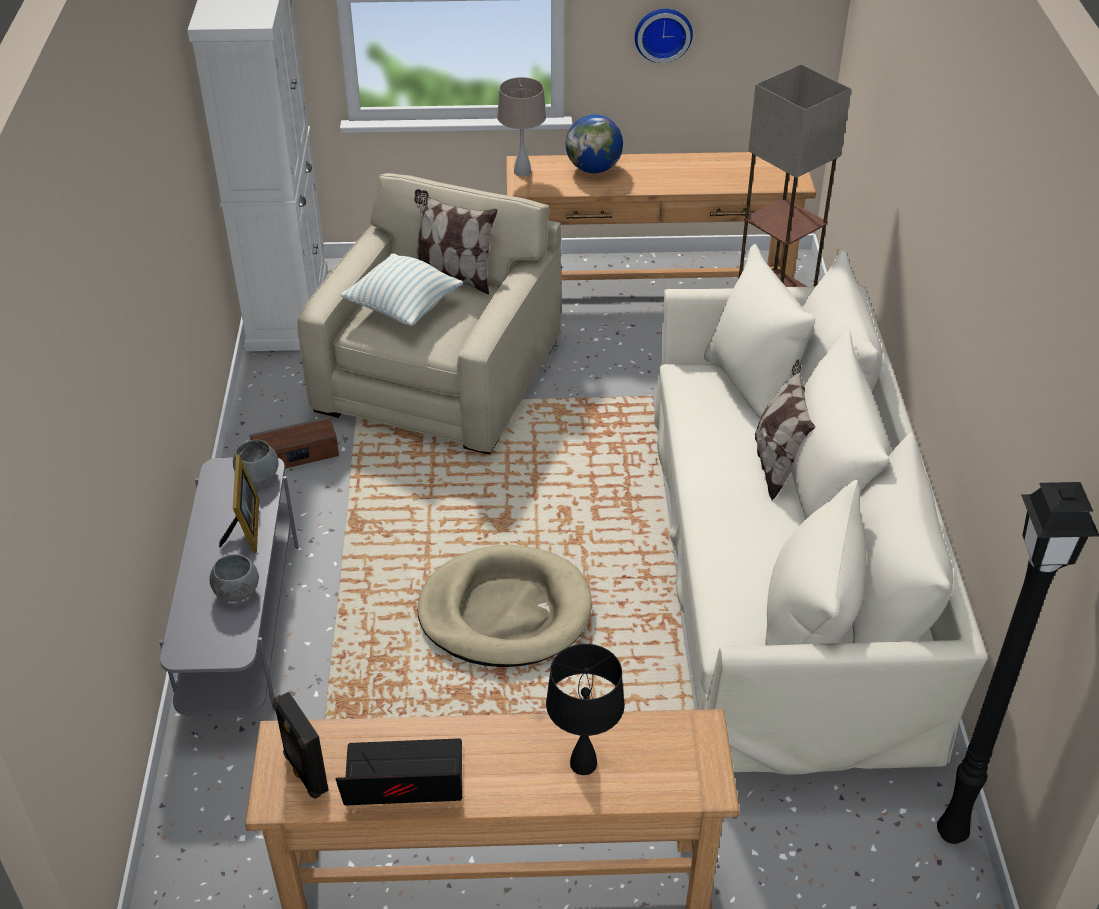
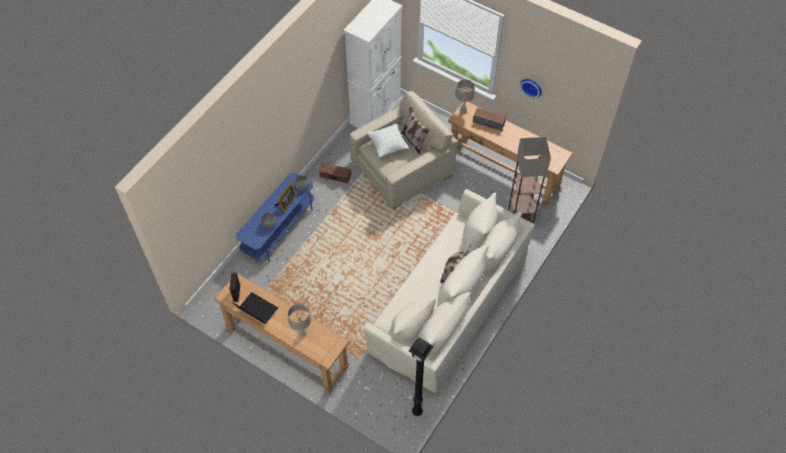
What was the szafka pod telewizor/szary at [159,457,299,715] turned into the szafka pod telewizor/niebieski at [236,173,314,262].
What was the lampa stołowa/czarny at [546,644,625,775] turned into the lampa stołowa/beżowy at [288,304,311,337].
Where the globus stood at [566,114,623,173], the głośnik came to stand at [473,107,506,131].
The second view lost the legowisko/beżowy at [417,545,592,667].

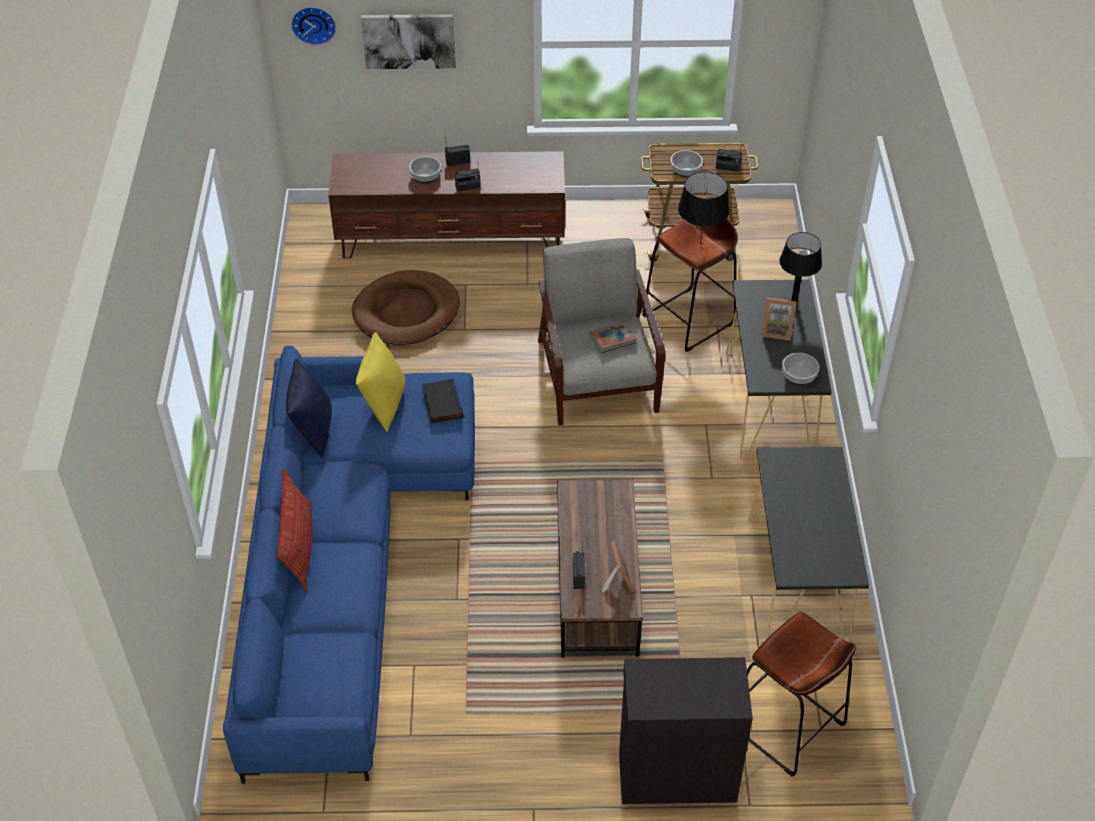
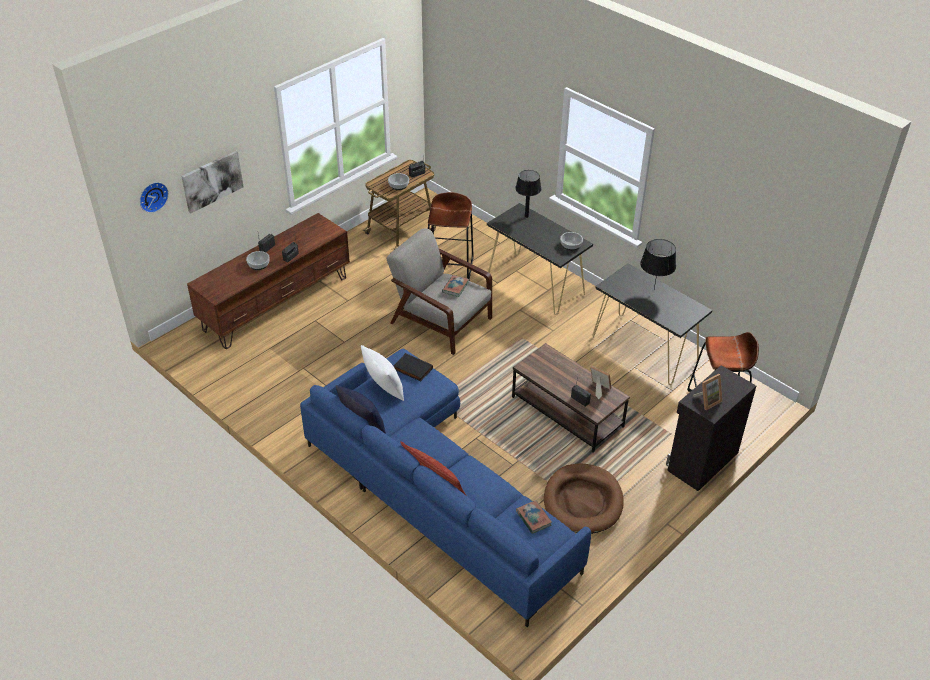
What was the poduszka/żółty at [356,332,405,432] turned into the poduszka/biały at [361,345,404,401].
The second view gained the książka at [516,500,552,534].
The legowisko/brązowy ended up elsewhere, having gone from [352,270,460,345] to [544,463,624,534].
The lampa stołowa/czarny ended up elsewhere, having gone from [678,171,730,245] to [640,239,676,289].
The ramka na zdjęcie ended up elsewhere, having gone from [761,298,797,341] to [693,374,723,410].

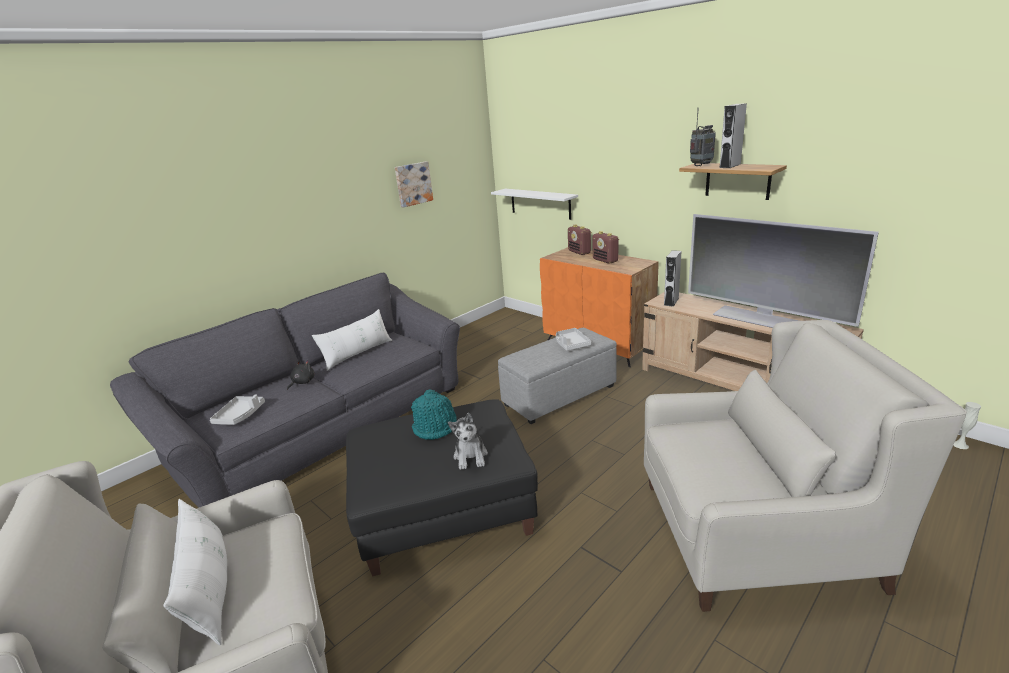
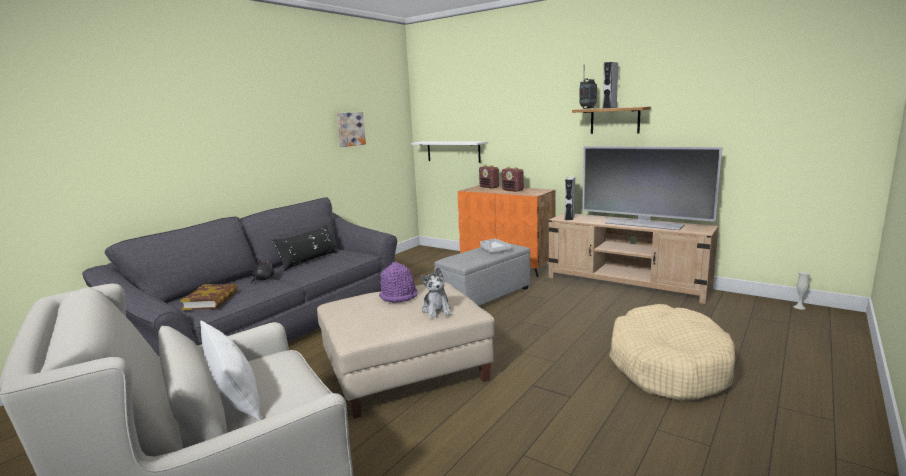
Where the taca/szary stood at [210,395,265,425], the książka came to stand at [180,284,238,310].
What was the poduszka/biały at [312,309,392,371] turned into the poduszka/czarny at [271,224,337,271].
What was the pufa/czarny at [346,399,538,577] turned into the pufa/beżowy at [317,282,495,419].
What was the kapelusz/turkusowy at [411,389,457,440] turned into the kapelusz/fioletowy at [379,262,418,303].
Where the fotel/biały stood at [644,320,967,612], the legowisko/beżowy came to stand at [609,304,735,401].

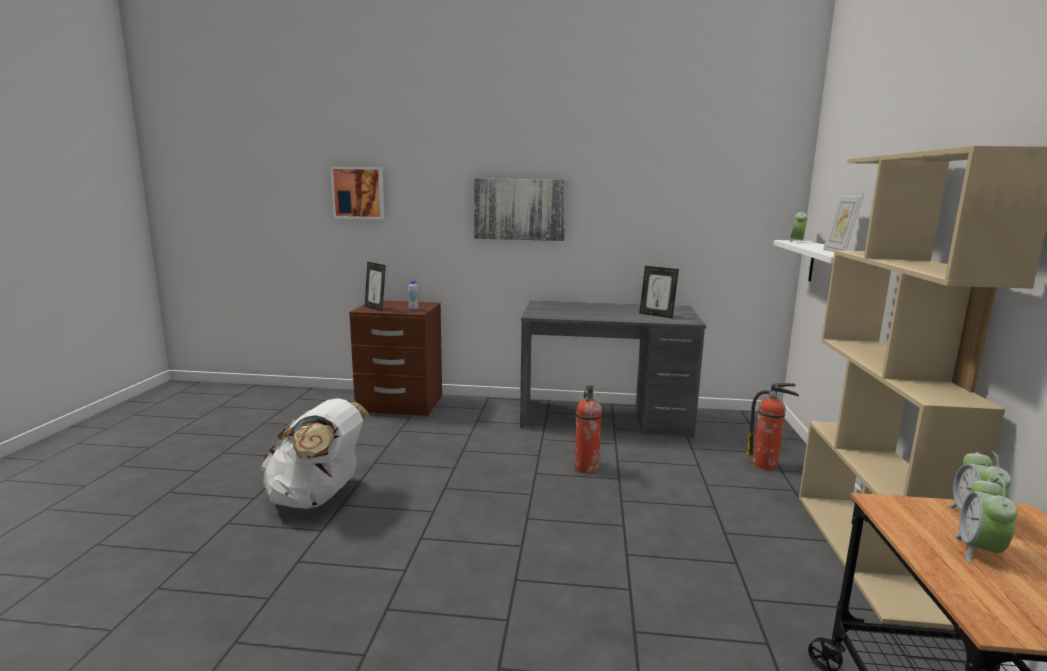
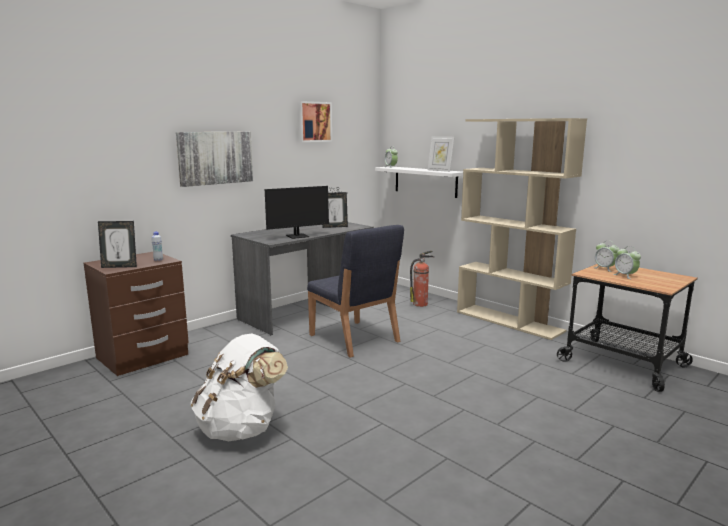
The second view gained the monitor at [265,186,341,239].
The obraz ended up elsewhere, having gone from [330,167,385,219] to [298,101,332,142].
Where the gaśnica stood at [574,385,602,473], the krzesło/niebieski came to stand at [307,225,404,358].

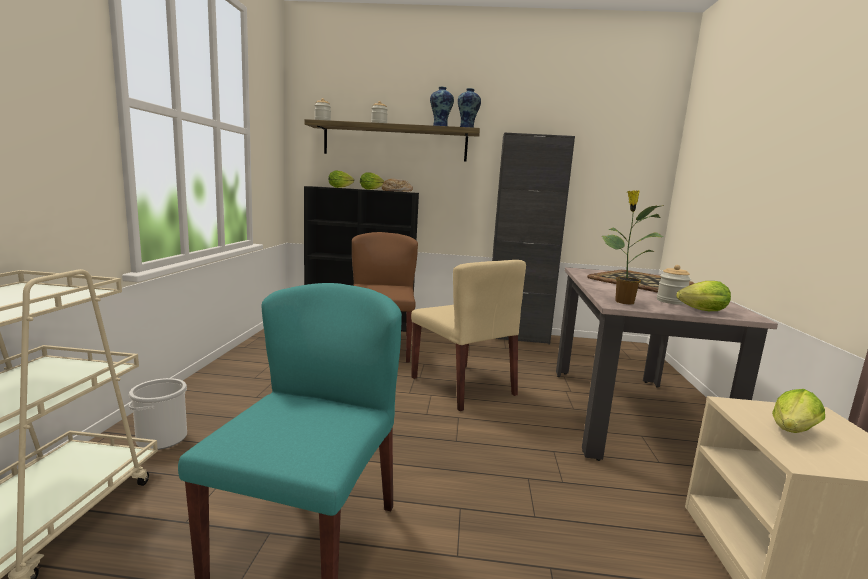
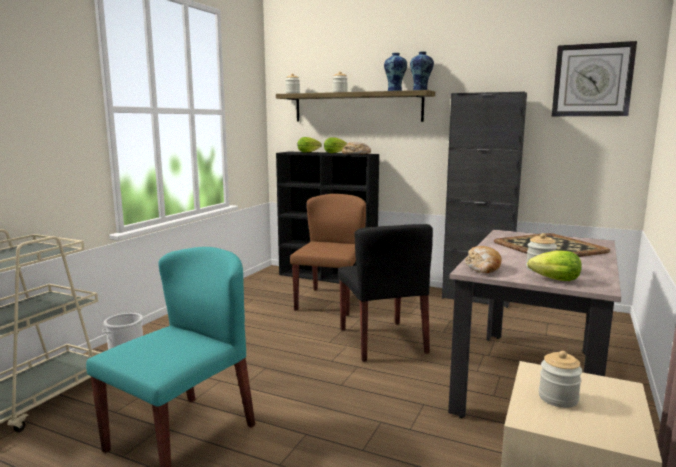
What was the krzesło/beżowy at [411,260,526,411] turned into the krzesło/czarny at [338,224,433,362].
Where the roślina doniczkowa stood at [602,190,664,305], the chleb came to stand at [465,246,501,273].
Where the sałata stood at [772,389,825,433], the słoik came to stand at [539,351,583,408].
The second view gained the zegar ścienny at [552,41,637,116].

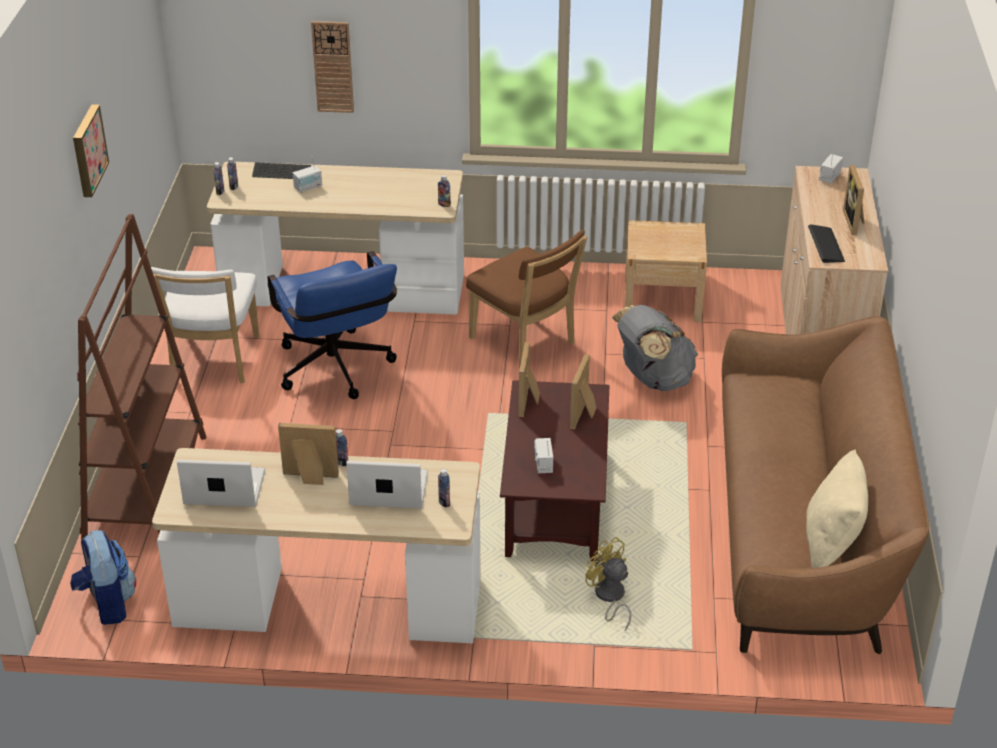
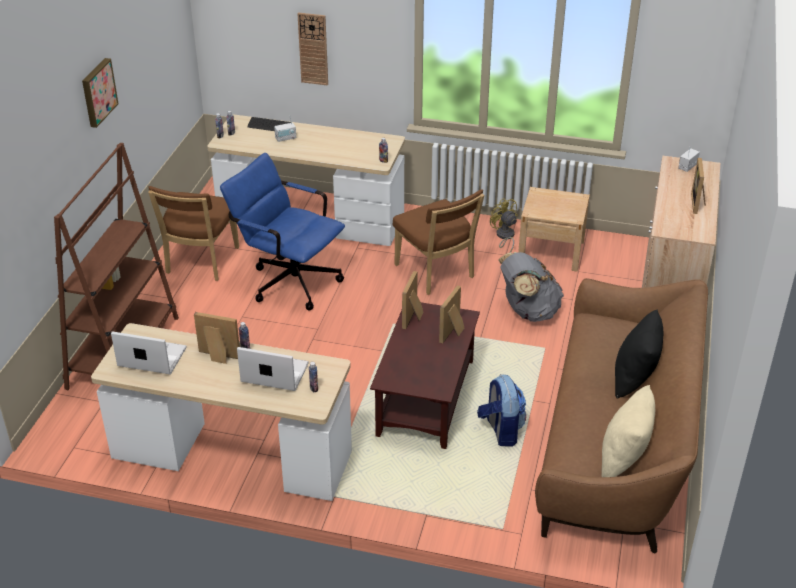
What was the krzesło/biały at [151,267,259,383] turned into the krzesło/brązowy at [148,186,239,281].
The krzesło biurowe/niebieski at [268,251,397,399] ended up facing another way, 135 degrees clockwise from before.
The plecak ended up elsewhere, having gone from [70,530,136,625] to [477,375,526,446].
The wentylator/żółty ended up elsewhere, having gone from [585,537,631,631] to [490,198,518,253].
The second view gained the poduszka/czarny at [615,310,663,398].
The second view lost the radio at [534,438,553,473].
The second view lost the klawiatura at [808,224,845,263].

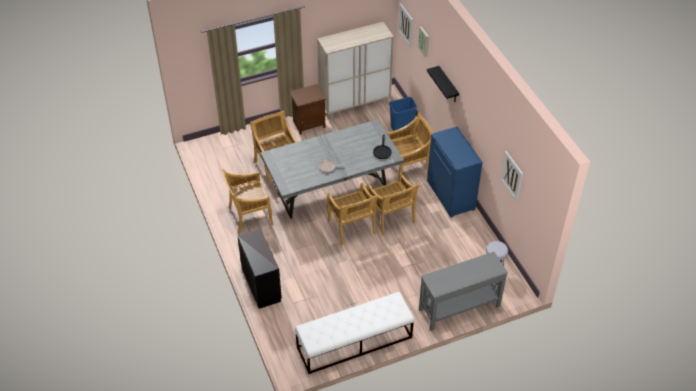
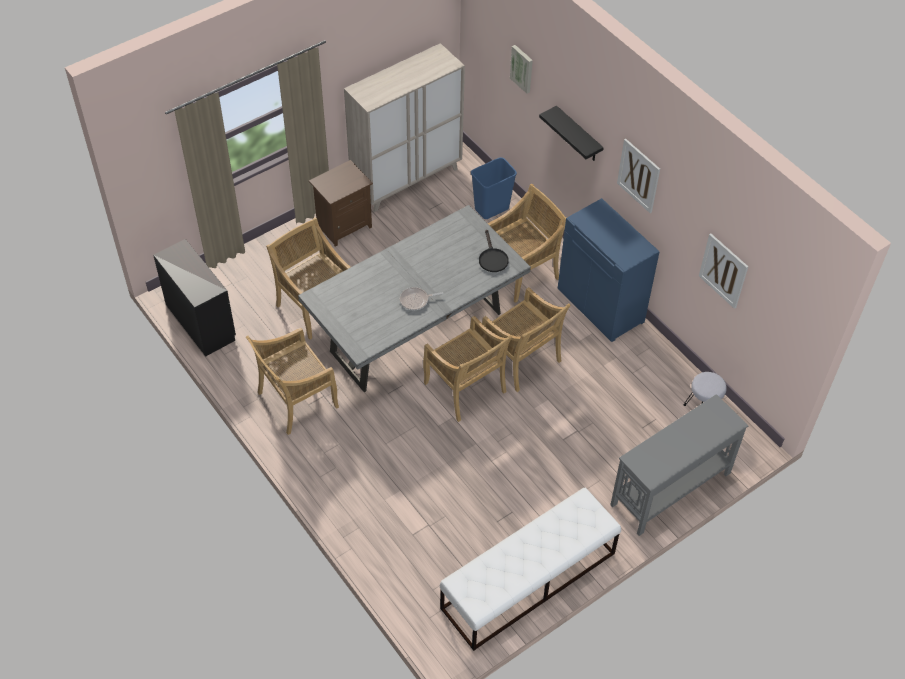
The komoda/czarny ended up elsewhere, having gone from [237,228,282,309] to [153,239,236,357].
The obraz ended up elsewhere, having gone from [398,3,413,48] to [617,139,660,213].

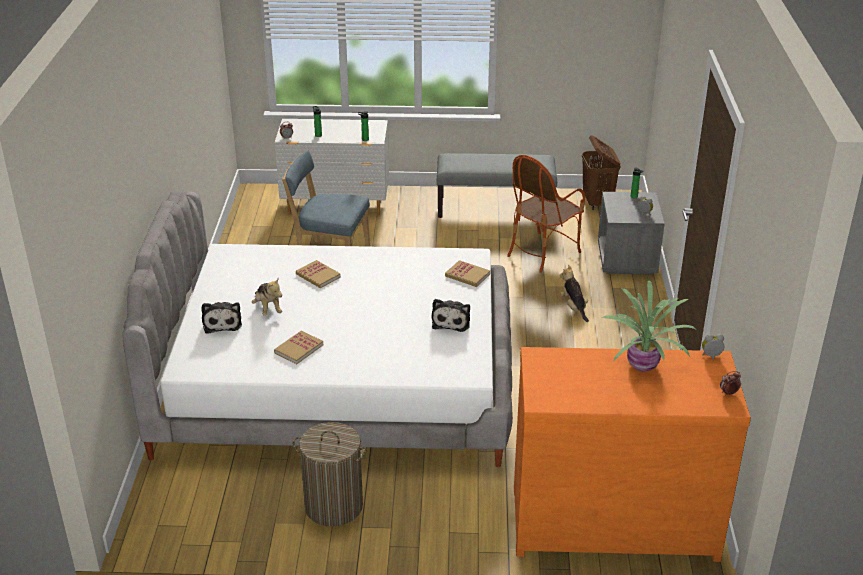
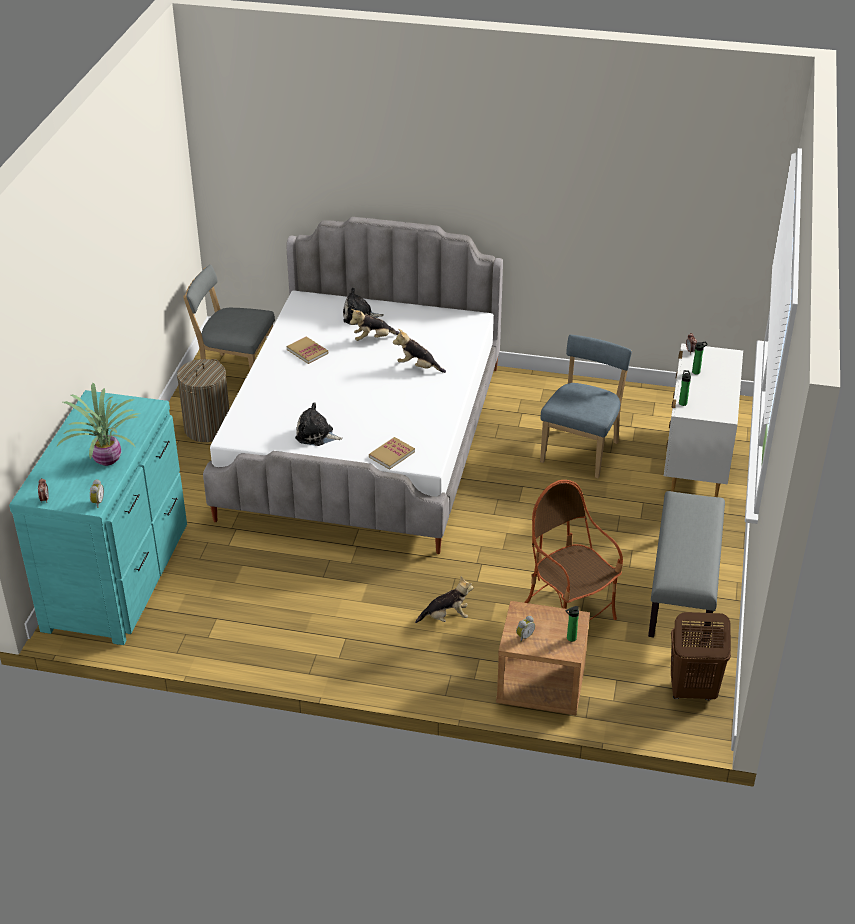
What was the komoda/pomarańczowy at [514,347,751,562] turned into the komoda/turkusowy at [9,390,187,645].
The second view gained the krzesło/szary at [183,265,275,369].
Where the książka stood at [296,260,341,288], the pluszak came to stand at [393,329,446,373].
What was the szafka nocna/szary at [598,192,665,274] turned into the szafka nocna/brązowy at [496,601,590,715].

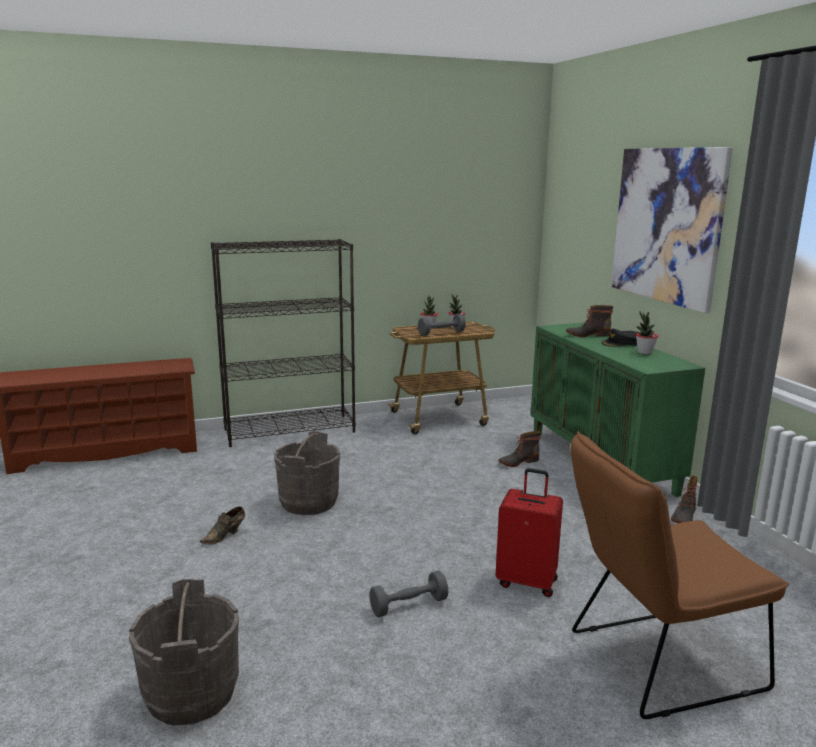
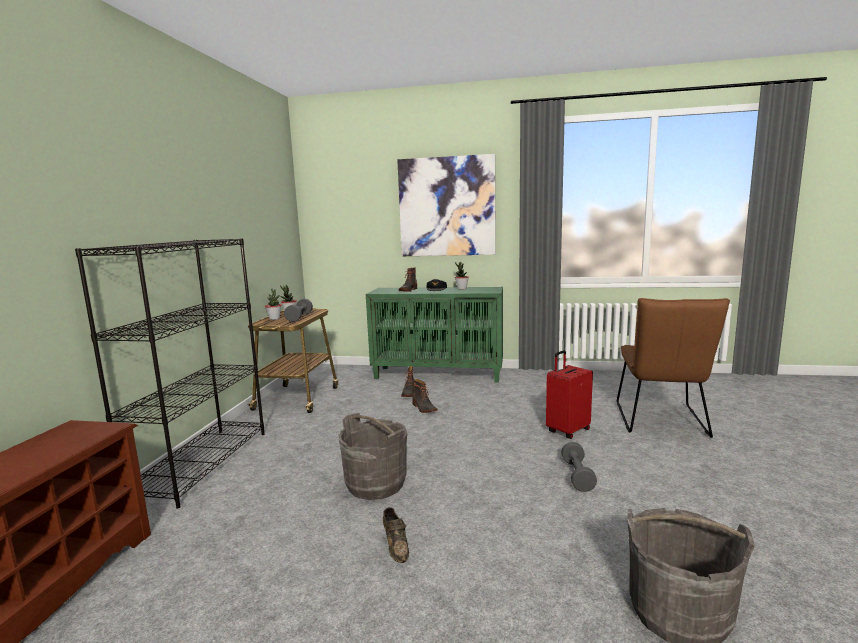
The but z cholewką ended up elsewhere, having gone from [671,476,698,523] to [412,379,438,413].

